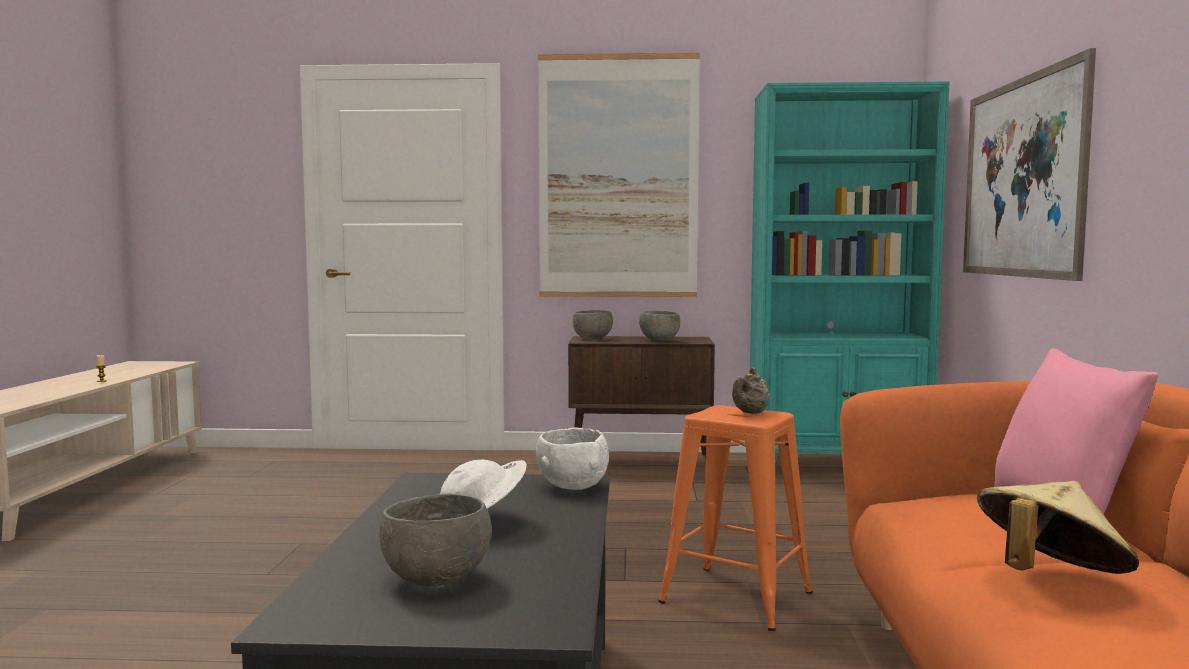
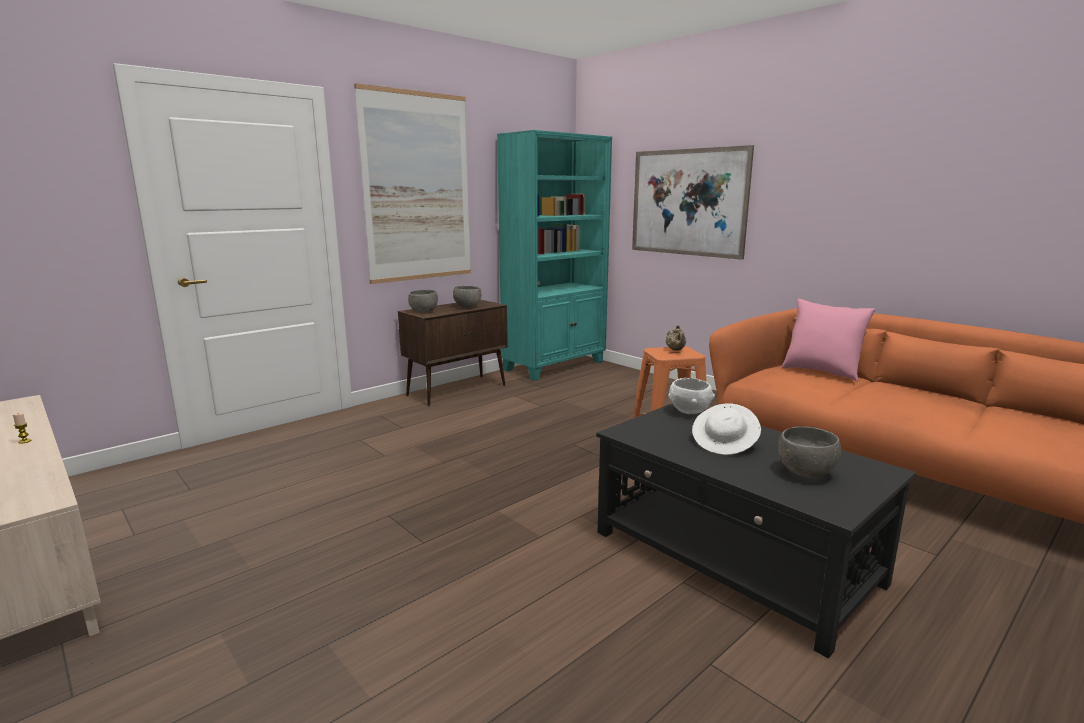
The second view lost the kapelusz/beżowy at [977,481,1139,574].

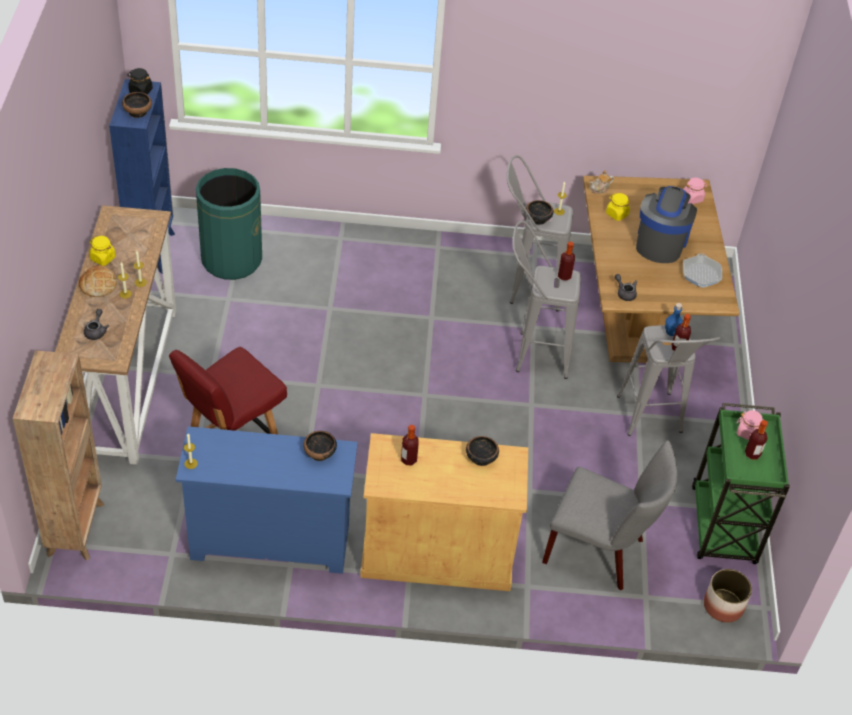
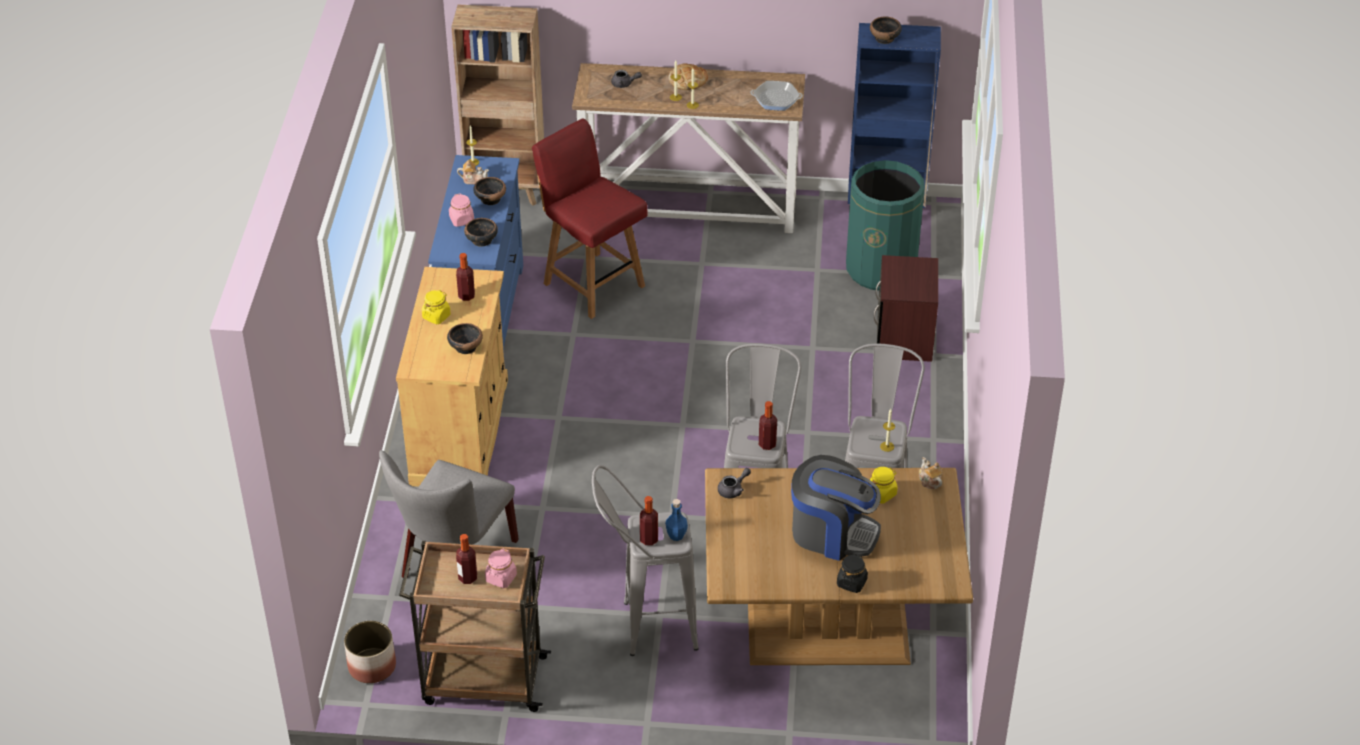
What was the wózek/zielony at [692,403,790,564] turned into the wózek/brązowy at [399,541,551,712].
The słoik/żółty ended up elsewhere, having gone from [90,236,116,266] to [422,290,451,324].
The słoik/różowy ended up elsewhere, having gone from [683,178,707,204] to [449,194,474,227].
The second view gained the imbryk at [457,160,489,184].
The miska ended up elsewhere, having gone from [526,200,554,225] to [473,177,506,205].
The patelnia ended up elsewhere, having gone from [683,253,722,288] to [750,81,803,111].
The słoik/czarny ended up elsewhere, having gone from [127,68,153,94] to [837,554,868,593].
The second view gained the szafka nocna/brązowy at [874,255,938,362].

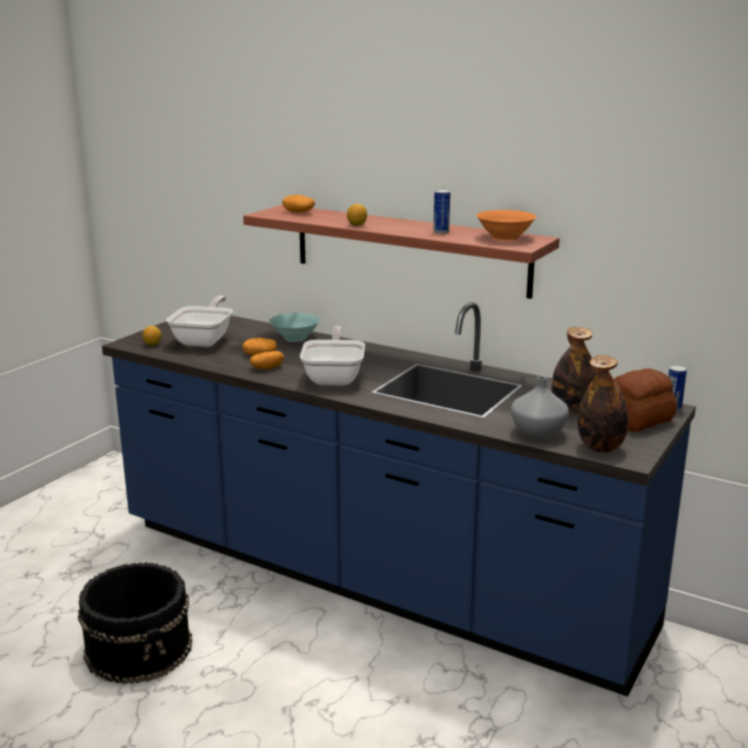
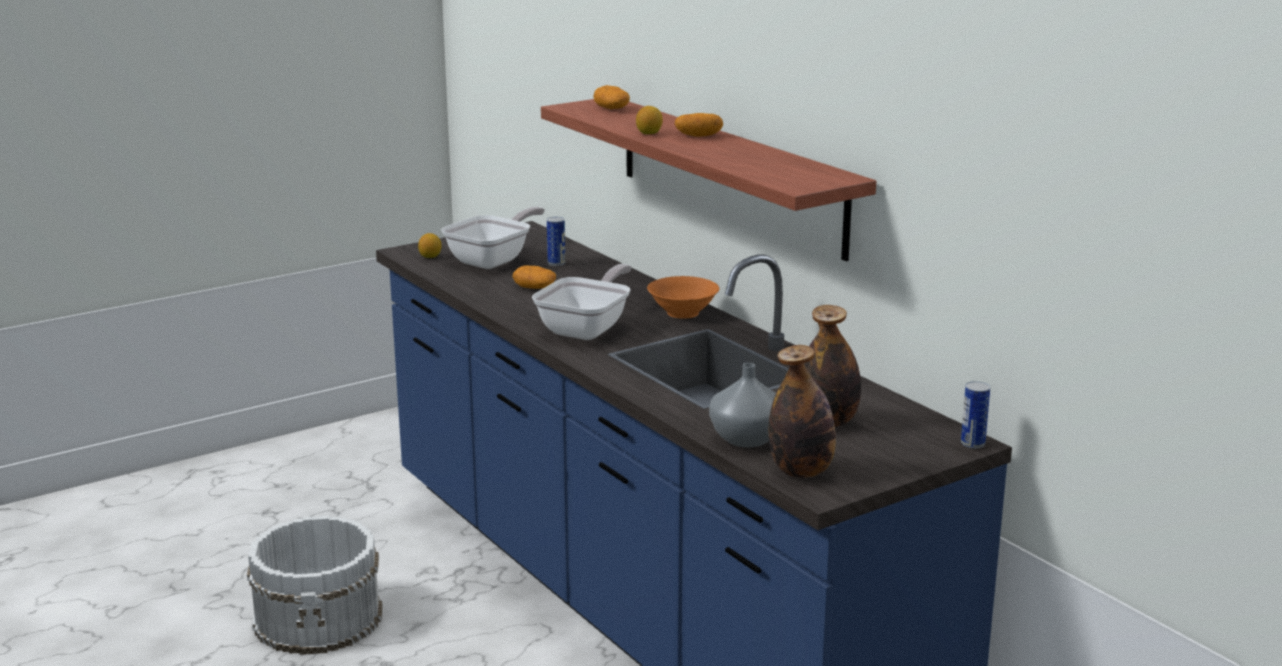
What was the wiadro/czarny at [78,562,192,684] turned into the wiadro/biały at [247,516,382,655].
The puszka ended up elsewhere, having gone from [434,190,450,234] to [547,217,565,266].
The miska/pomarańczowy ended up elsewhere, having gone from [476,210,536,241] to [647,276,719,319].
The ziemniak ended up elsewhere, having gone from [250,351,284,369] to [675,113,723,137].
The second view lost the miska/turkusowy at [269,313,320,342].
The second view lost the chleb at [614,368,677,432].

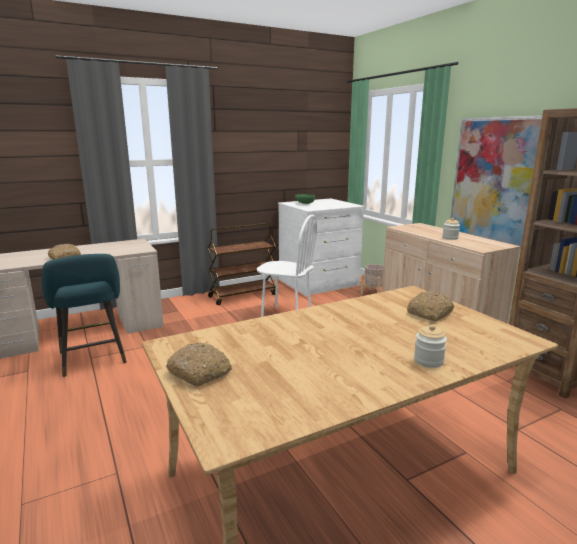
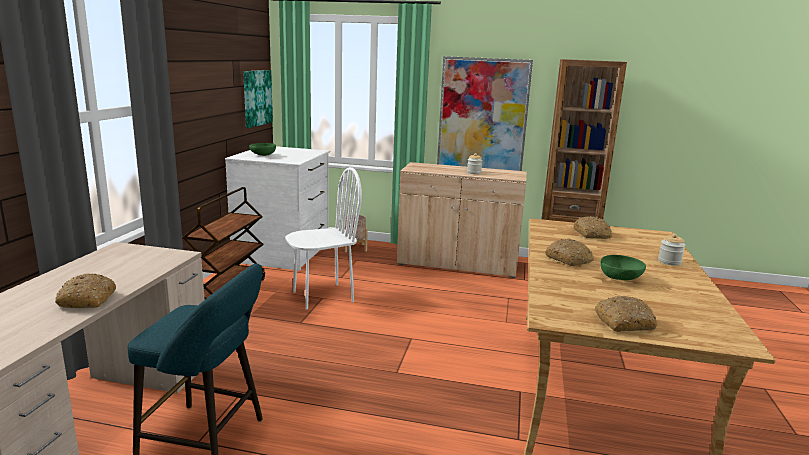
The second view gained the obraz at [243,70,273,128].
The second view gained the chleb at [545,239,594,266].
The second view gained the miska/zielony at [600,255,646,280].

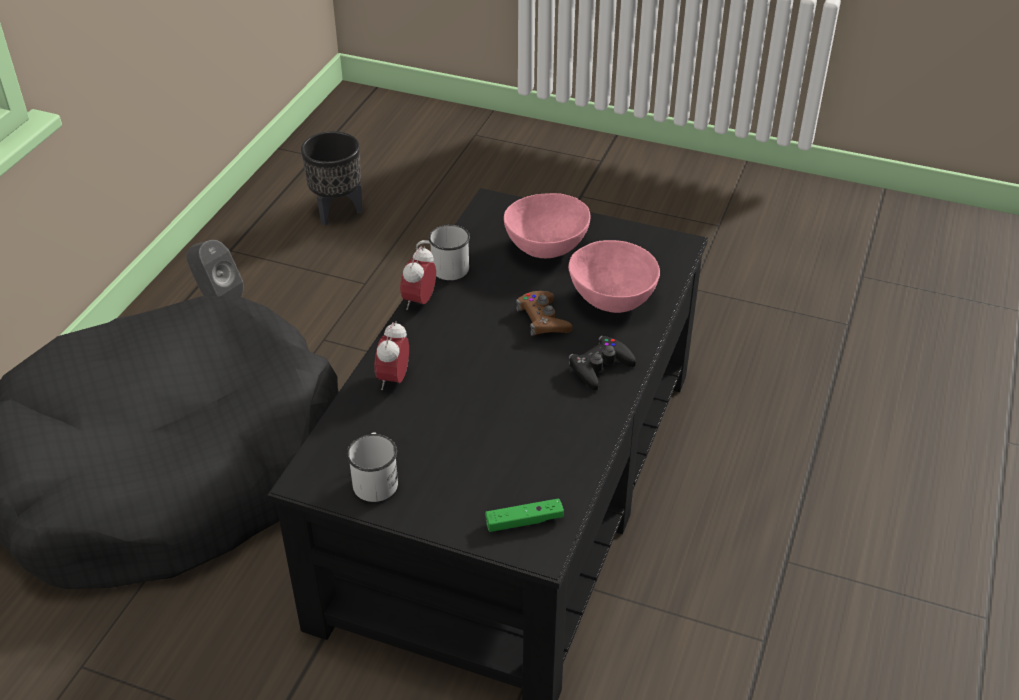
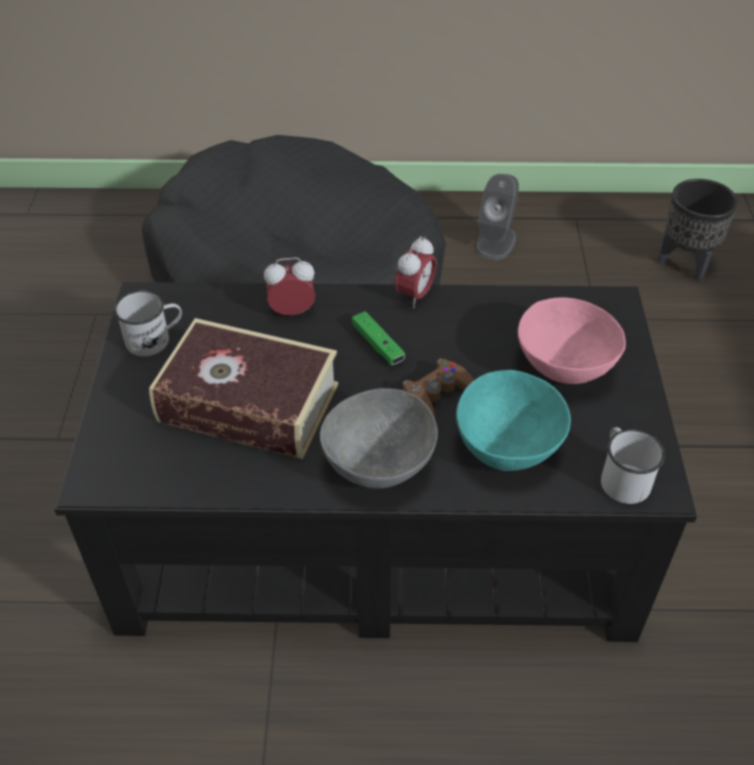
The second view gained the książka at [149,318,338,459].
Where the pad do gier/czarny stood at [569,336,636,391], the miska/szary came to stand at [320,388,438,489].
The pad do gier/zielony ended up elsewhere, having gone from [485,498,564,532] to [352,311,405,365].
The budzik at [400,246,436,310] ended up facing another way, 120 degrees clockwise from before.
What was the miska/różowy at [568,240,660,313] turned into the miska/turkusowy at [456,370,571,471].
The kubek/biały ended up elsewhere, having gone from [416,225,470,280] to [601,427,665,504].

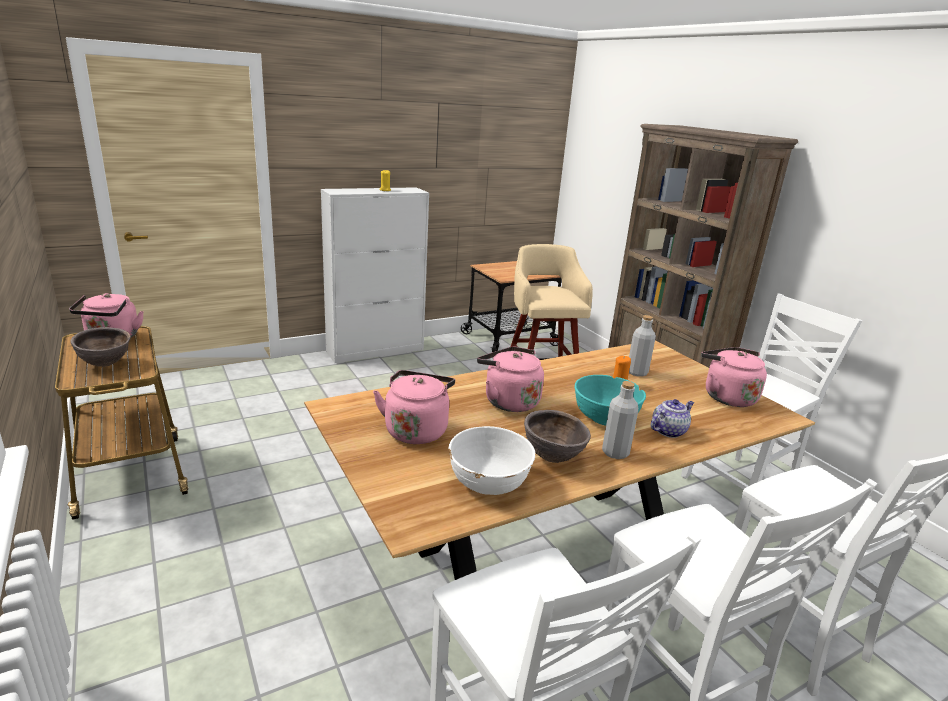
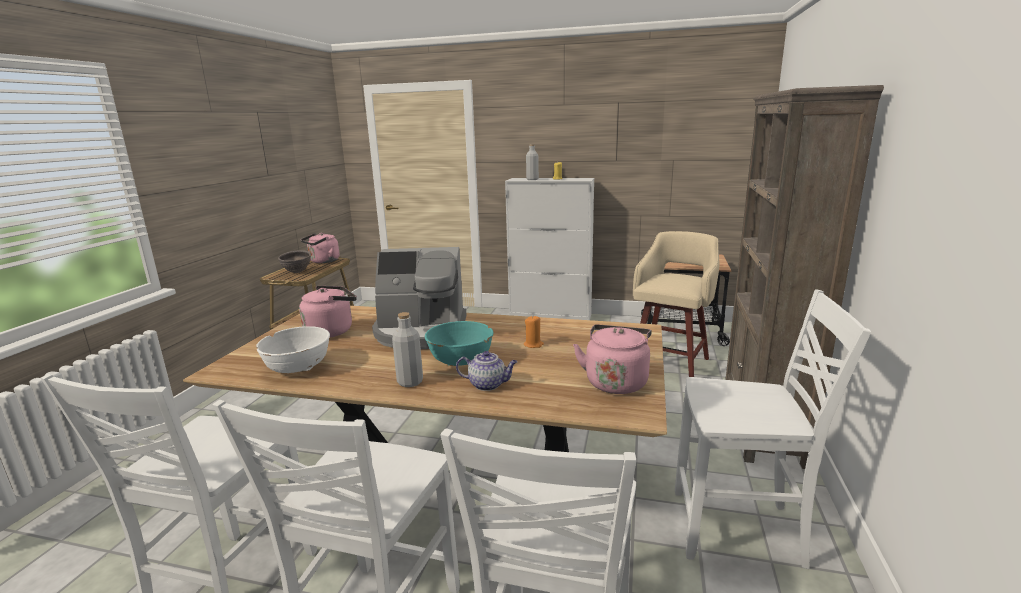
Where the czajnik/różowy stood at [477,347,544,412], the ekspres do kawy came to stand at [372,247,466,349].
The butelka/szary ended up elsewhere, having gone from [629,315,656,377] to [526,144,539,180].
The second view lost the miska/brązowy at [524,410,591,463].

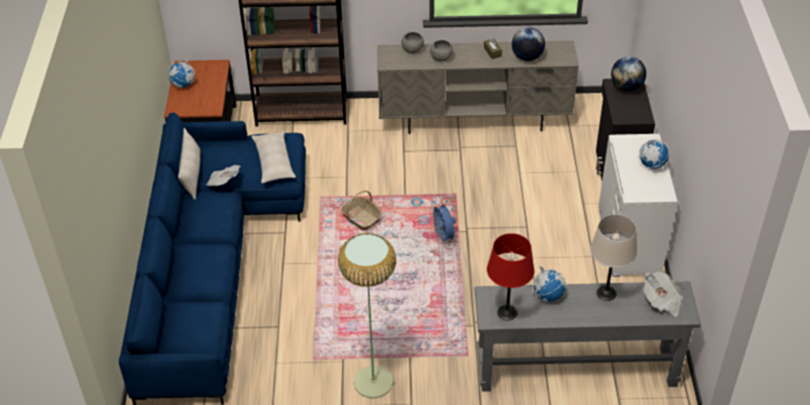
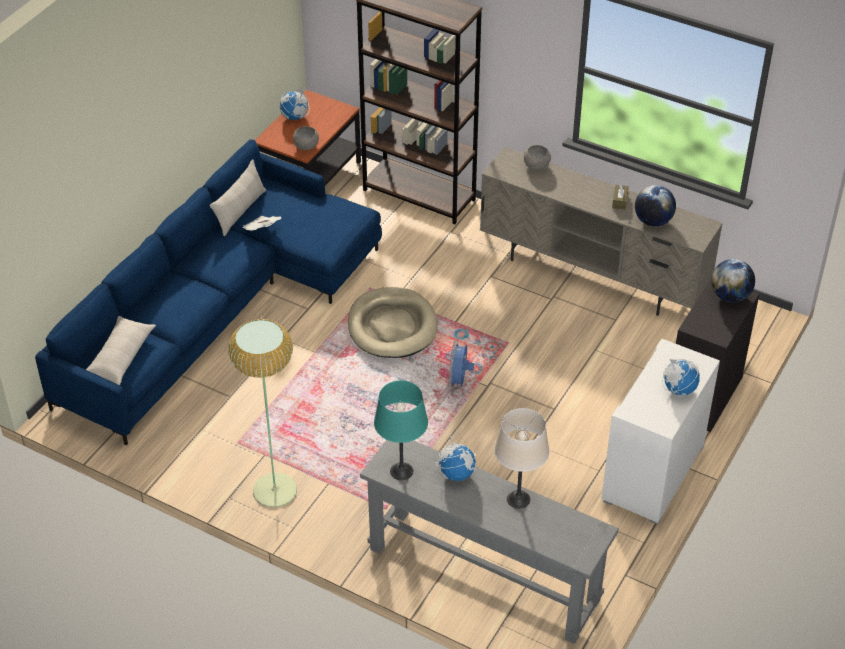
The poduszka/beżowy ended up elsewhere, having gone from [251,131,296,183] to [86,316,156,385].
The miska/szary ended up elsewhere, having gone from [430,40,453,61] to [293,126,319,150].
Where the koszyk stood at [341,190,382,231], the legowisko/beżowy came to stand at [348,287,438,358].
What was the lampa stołowa/czerwony at [487,233,534,321] turned into the lampa stołowa/turkusowy at [374,381,428,480].
The second view lost the gazeta at [643,272,683,317].

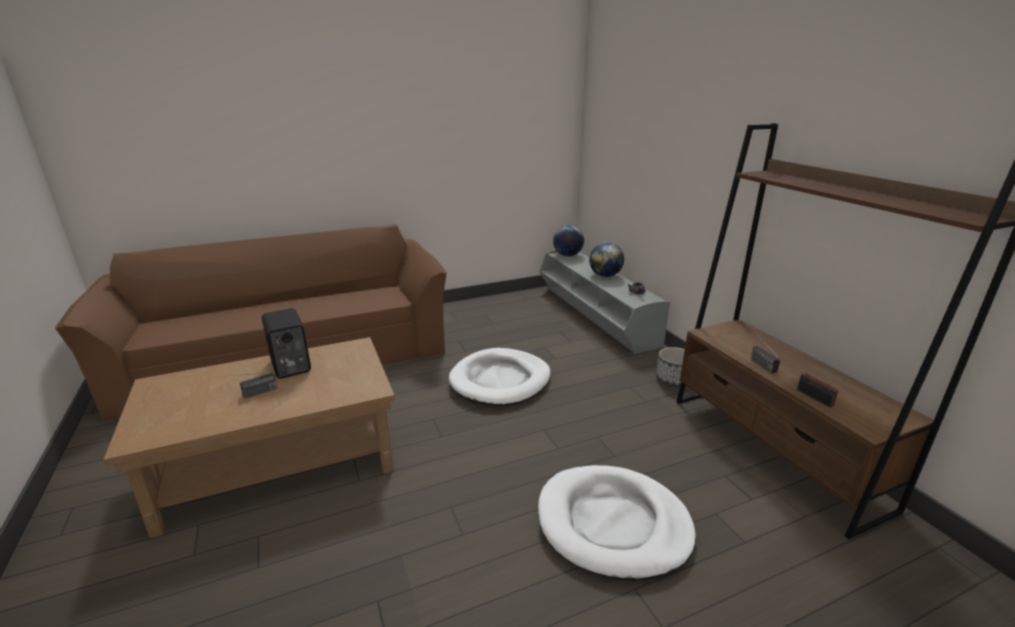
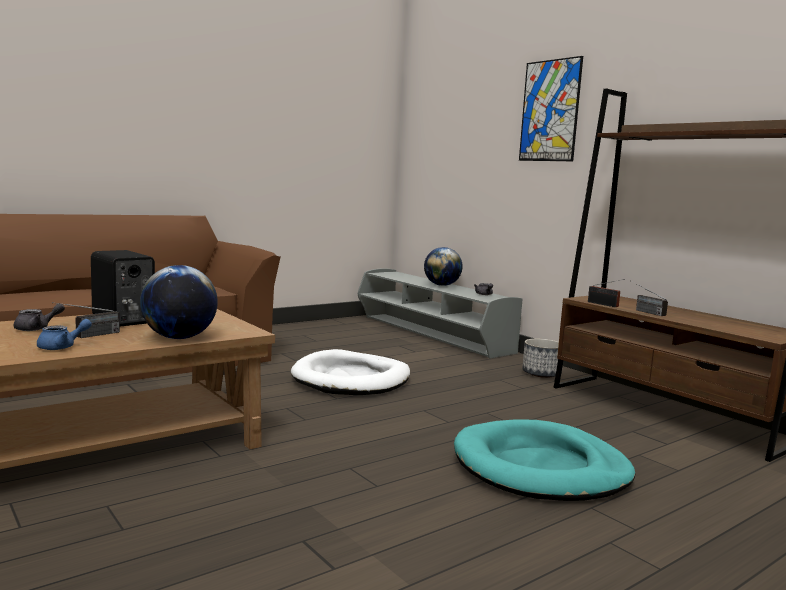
The second view gained the imbryk/szary at [14,303,65,331].
The second view gained the imbryk/niebieski at [37,319,92,350].
The globus ended up elsewhere, having gone from [553,225,584,256] to [140,265,218,339].
What was the legowisko/biały at [538,465,696,581] turned into the legowisko/turkusowy at [454,419,635,501].
The second view gained the obraz at [519,56,583,161].
The radio ended up elsewhere, having gone from [797,373,846,408] to [588,279,625,307].

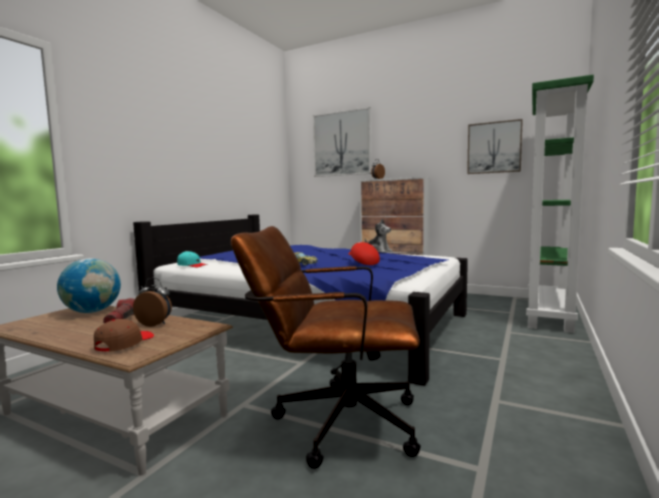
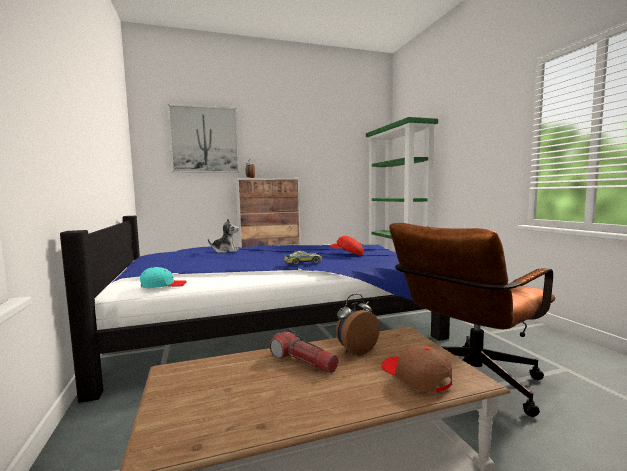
The pluszak ended up elsewhere, having gone from [365,219,392,253] to [208,219,239,253].
The second view lost the globus at [57,258,121,313].
The second view lost the obraz at [467,119,523,174].

